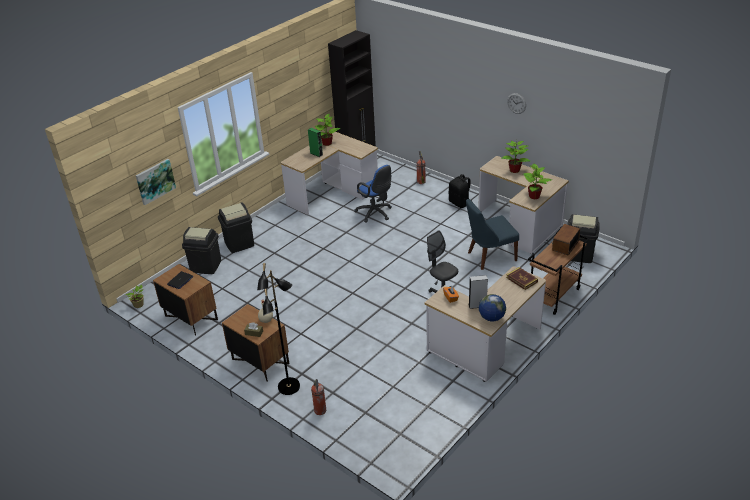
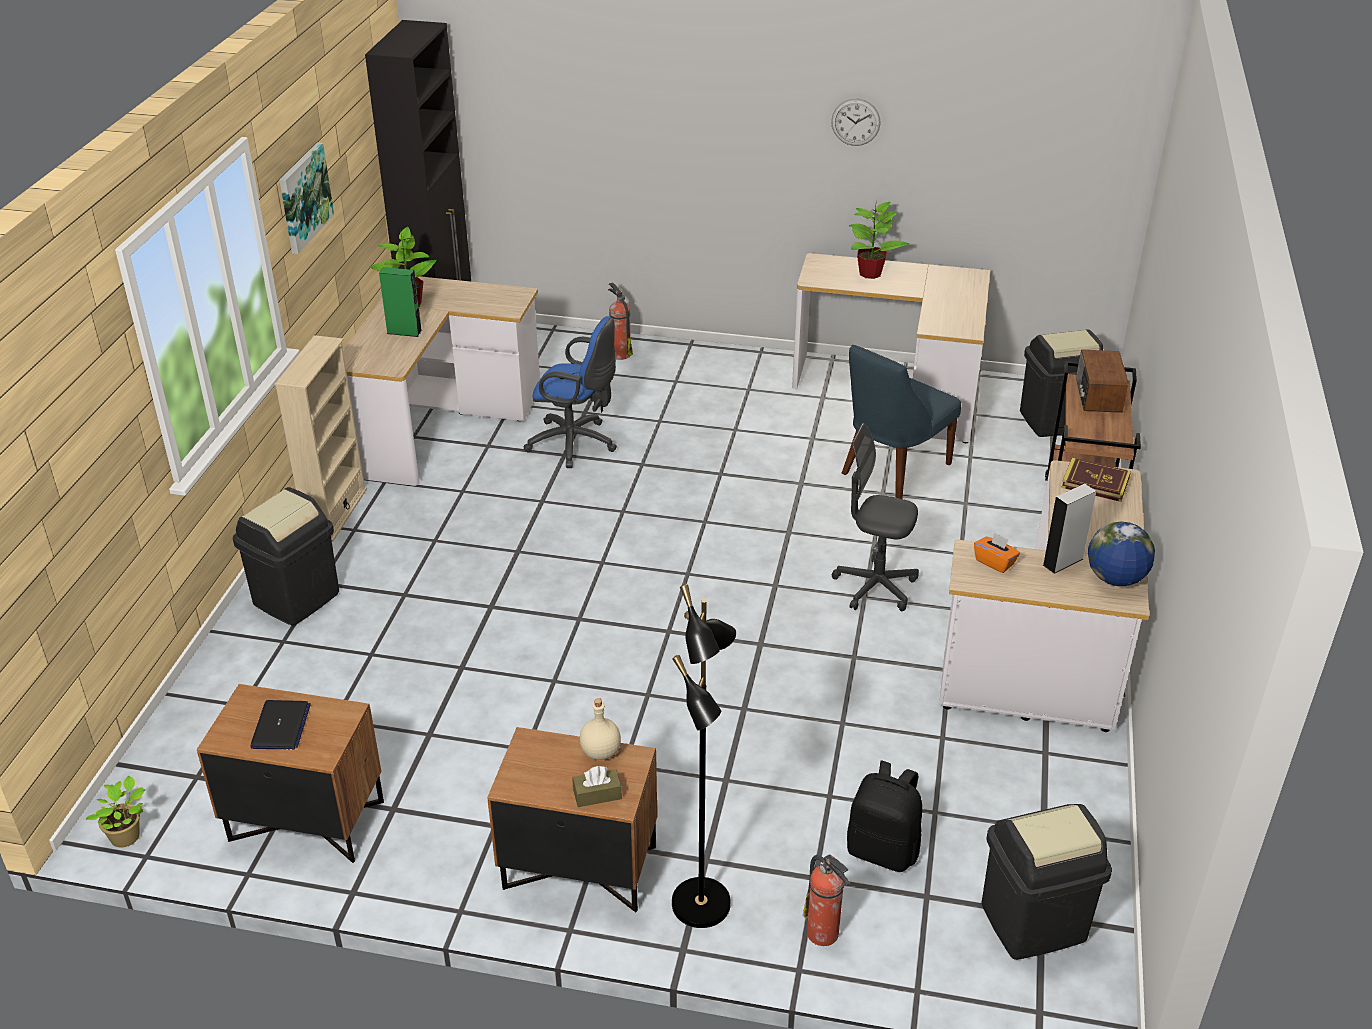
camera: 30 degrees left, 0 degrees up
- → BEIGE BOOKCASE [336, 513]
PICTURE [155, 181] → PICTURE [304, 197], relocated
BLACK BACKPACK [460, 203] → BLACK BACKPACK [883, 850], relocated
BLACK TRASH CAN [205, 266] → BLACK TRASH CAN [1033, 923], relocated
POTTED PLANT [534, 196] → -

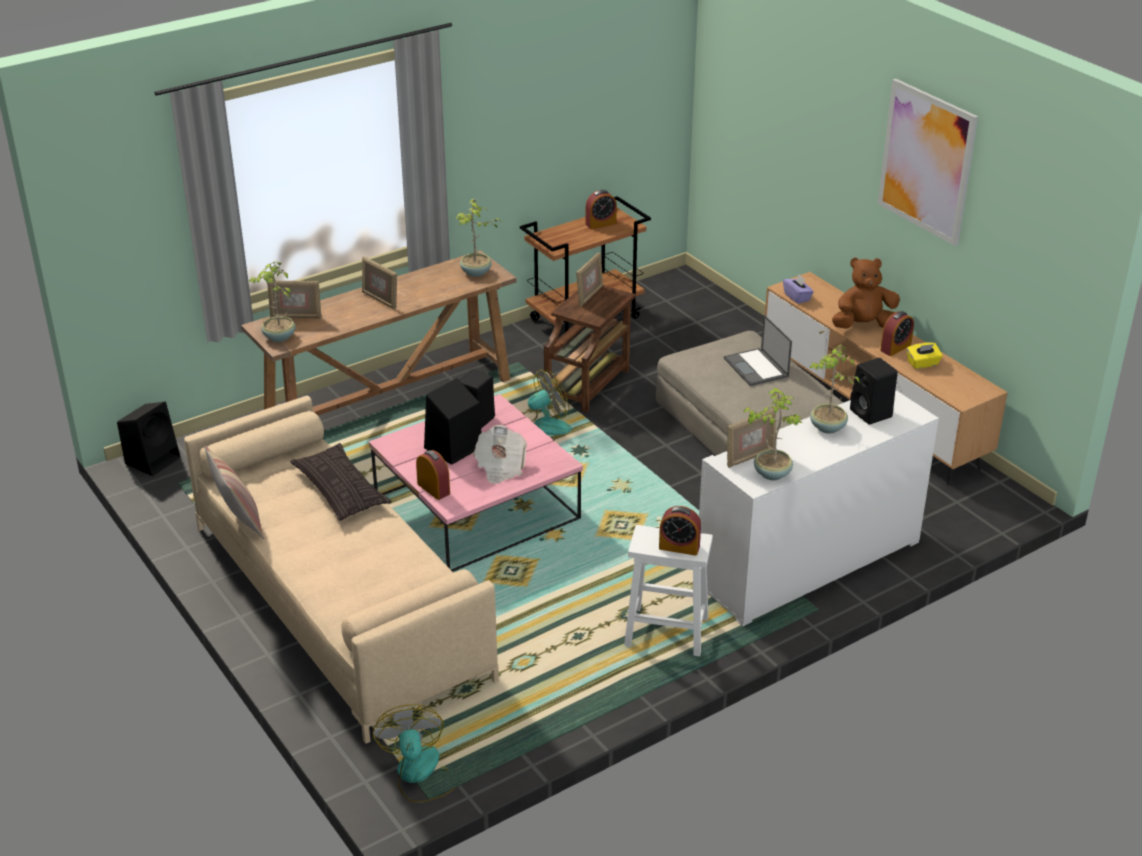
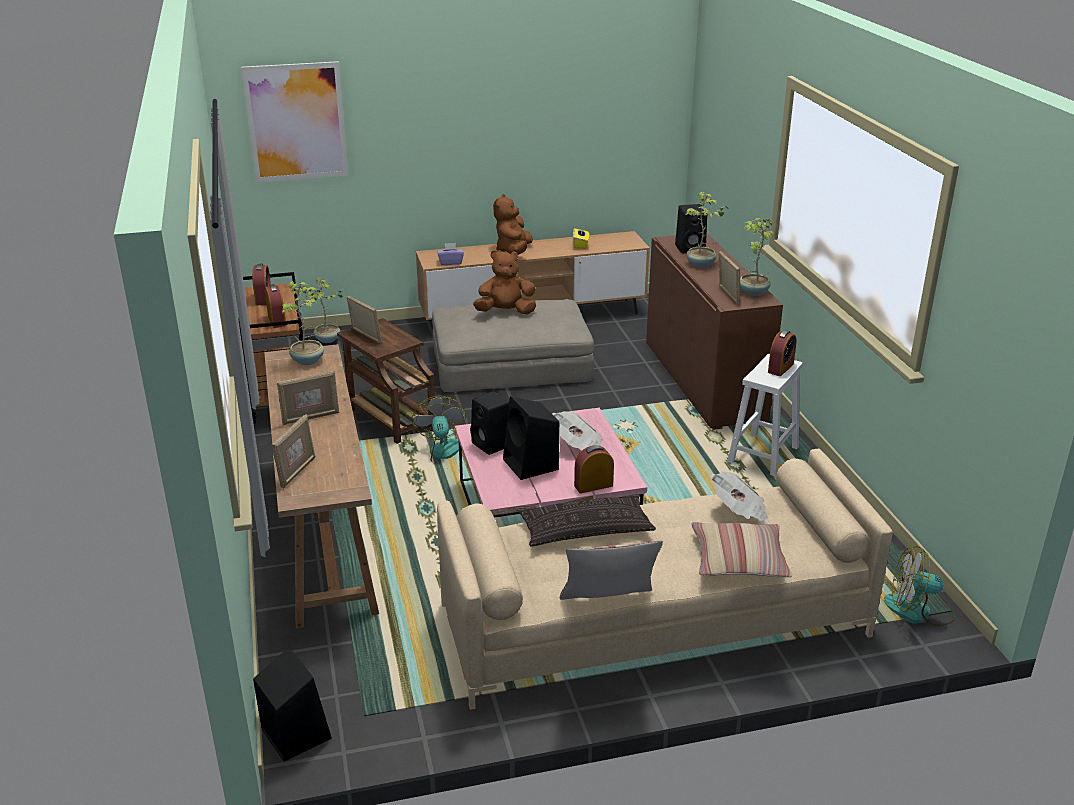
camera: 70 degrees left, 5 degrees down
PICTURE [927, 161] → PICTURE [296, 122], relocated
ALARM CLOCK [895, 348] → ALARM CLOCK [277, 321], relocated
POTTED PLANT [279, 337] → POTTED PLANT [328, 340], relocated
LAPTOP [756, 368] → BROWN PLUSH TOY [505, 312]
WHITE CABINET [808, 563] → BROWN CABINET [703, 381]
- → PILLOW [739, 560]
- → NEWSPAPER [739, 511]

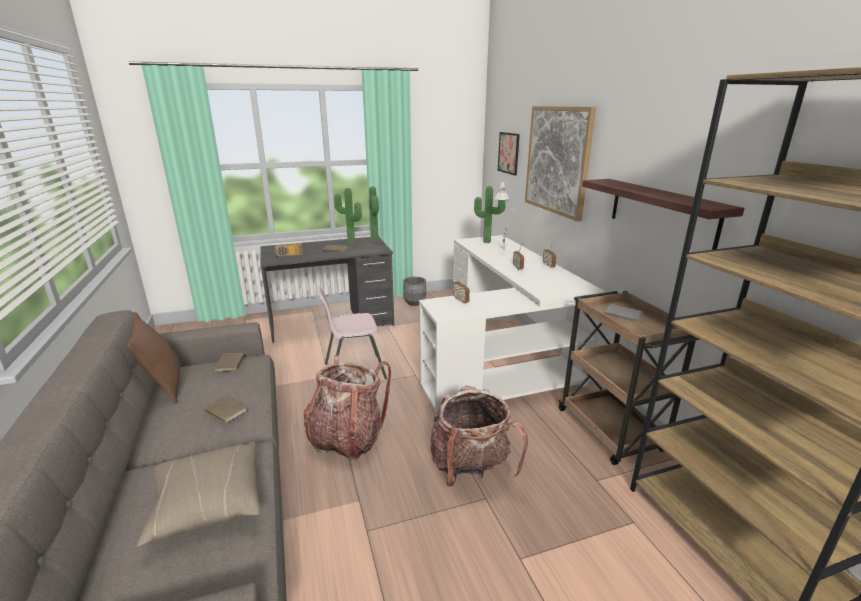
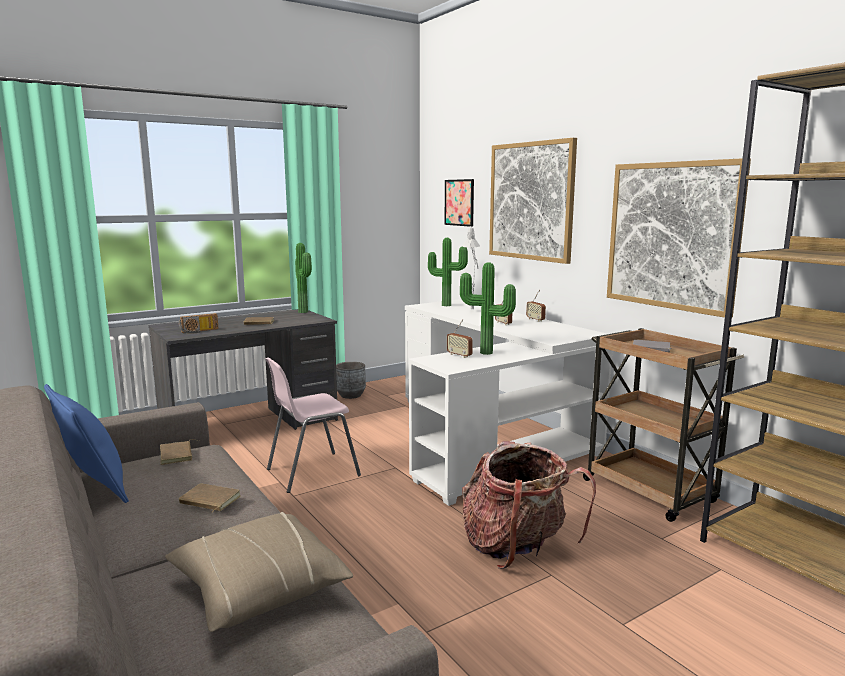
camera: 15 degrees left, 10 degrees down
BROWN PILLOW [165, 386] → BLUE PILLOW [93, 488]
POTTED PLANT [350, 243] → POTTED PLANT [486, 353], relocated
SHELF [662, 212] → PICTURE [672, 235]
BACKPACK [347, 438] → -

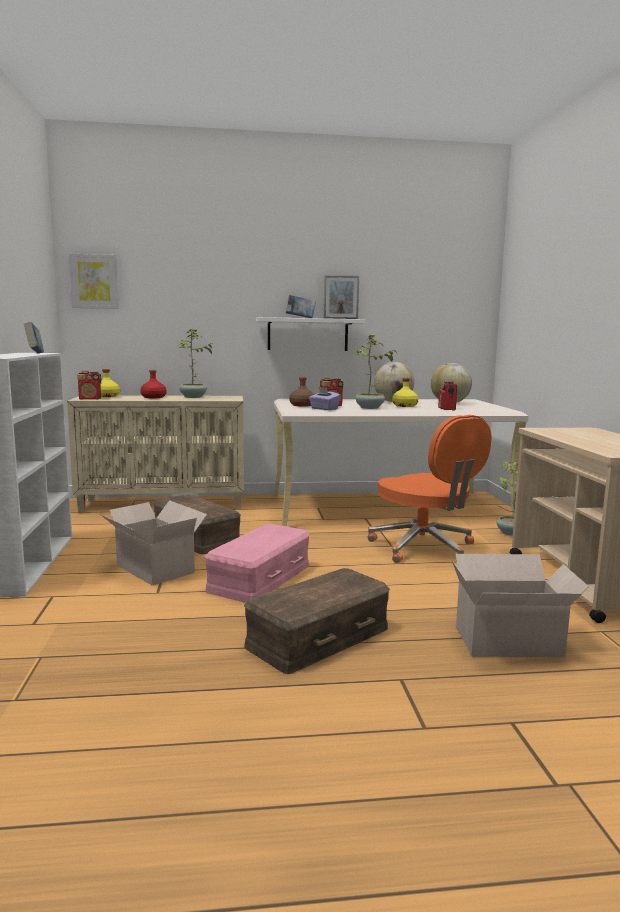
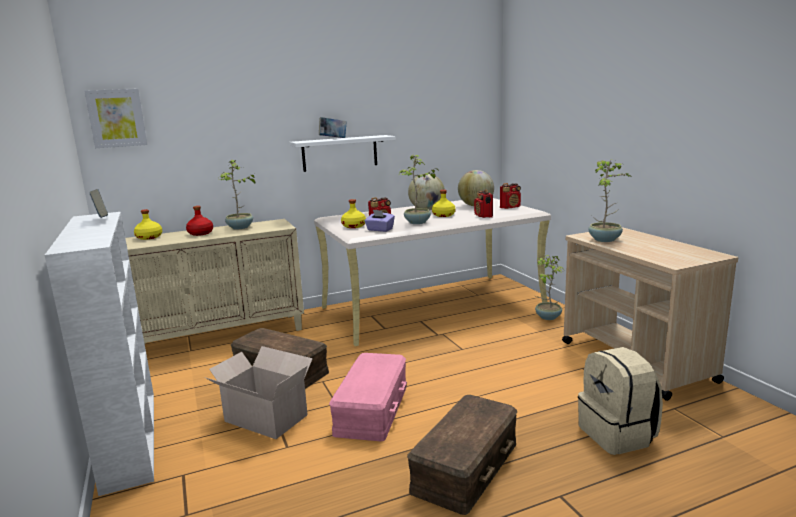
camera: 15 degrees left, 5 degrees up
BROWN BOTTLE [302, 405] → YELLOW BOTTLE [354, 226]
RADIO [90, 399] → RADIO [510, 207], relocated
CARDBOARD BOX [511, 642] → BEIGE BACKPACK [618, 435]
- → POTTED PLANT [605, 239]
PICTURE FRAME [340, 318] → -
ORANGE OFFICE CHAIR [424, 548] → -

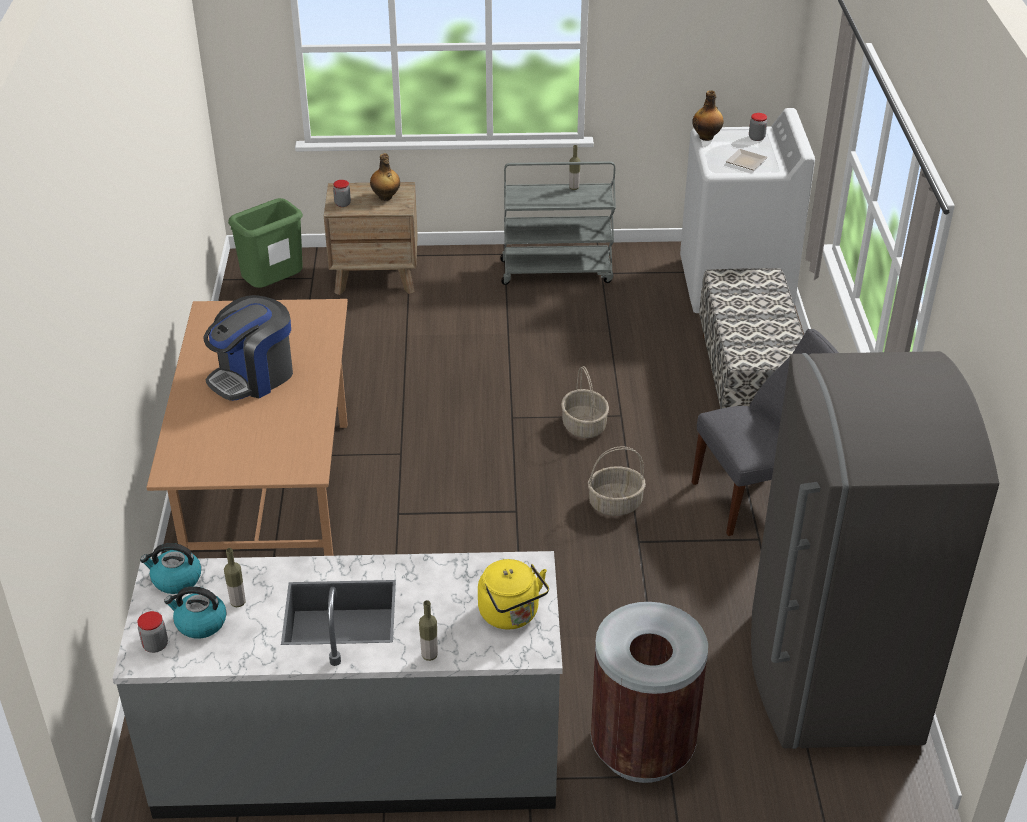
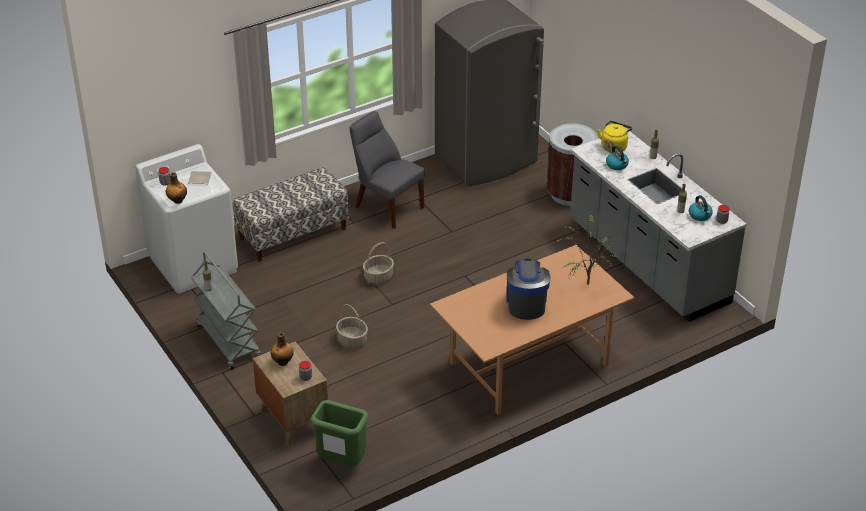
camera: 120 degrees left, 0 degrees up
BASKET [615, 503] → BASKET [352, 340], relocated
COFFEE MACHINE [253, 376] → COFFEE MACHINE [526, 303], 105 degrees counterclockwise
- → POTTED PLANT [586, 282]
KETTLE [175, 579] → KETTLE [617, 165], relocated

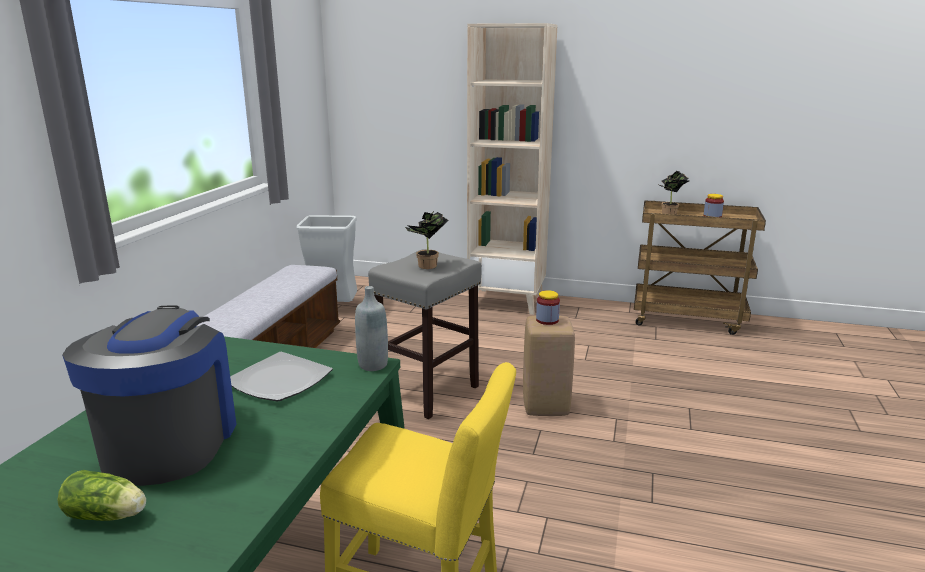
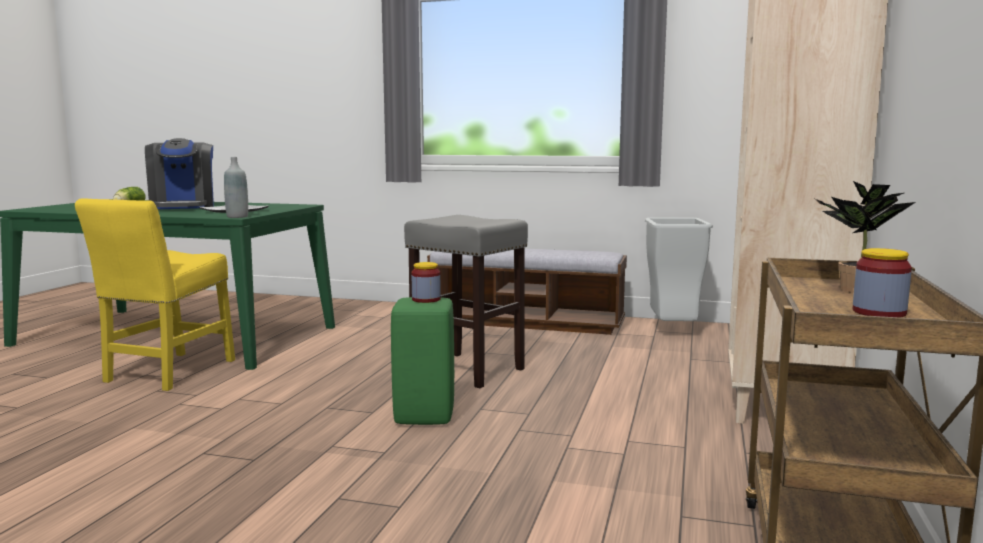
camera: 90 degrees right, 10 degrees down
COFFEE MACHINE [169, 442] → COFFEE MACHINE [183, 207], 75 degrees clockwise
BEIGE STOOL [546, 406] → GREEN STOOL [425, 417]
POTTED PLANT [427, 267] → -

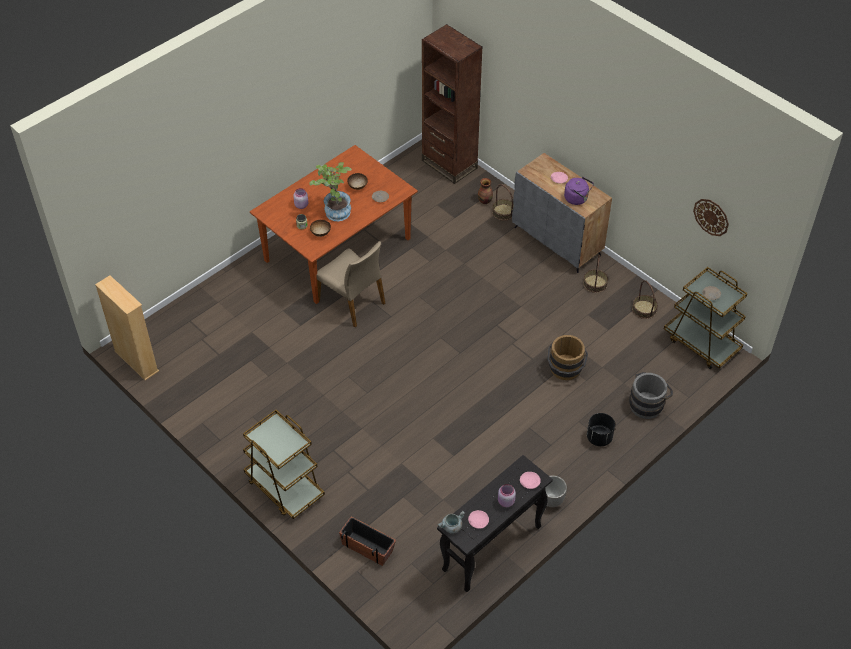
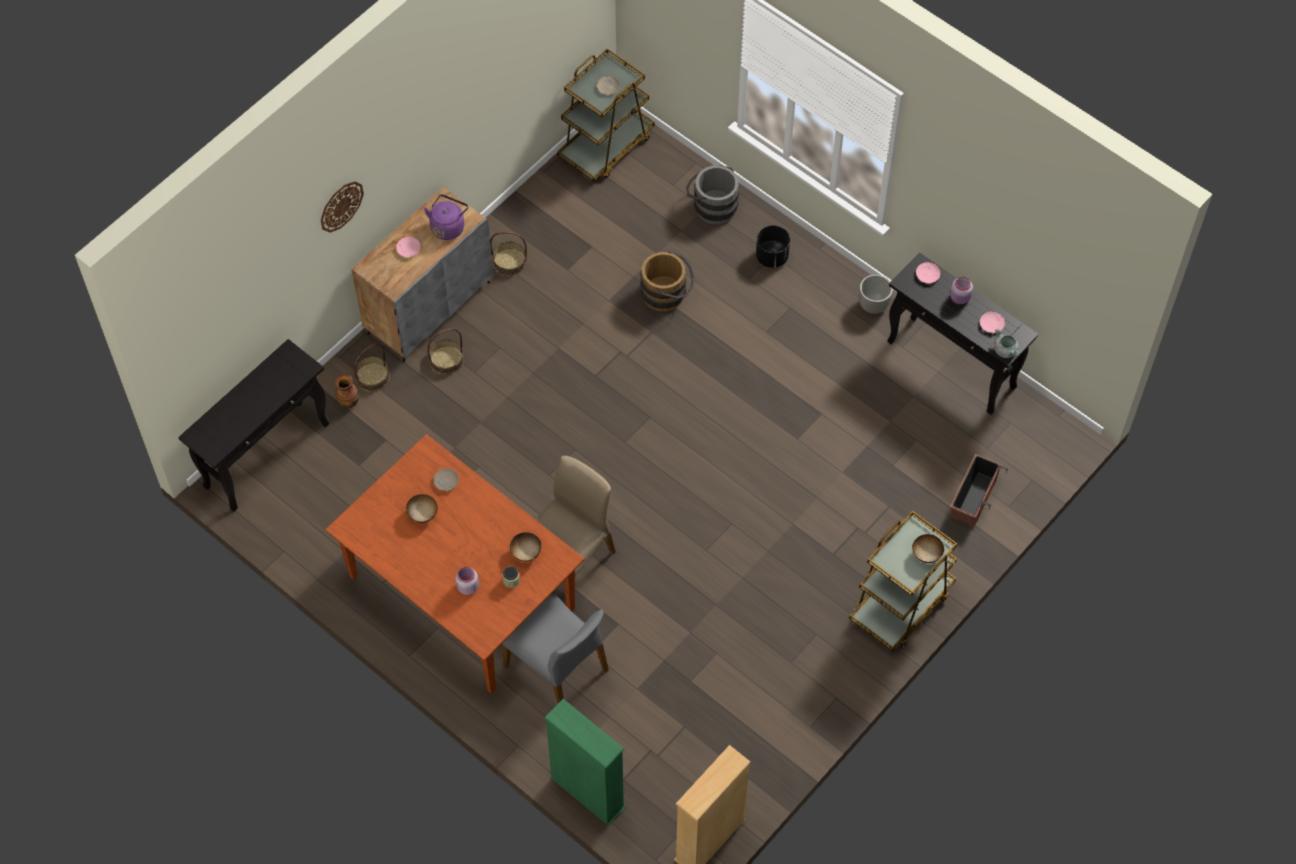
camera: 95 degrees left, 10 degrees up
BROWN BOOKCASE [449, 164] → BLACK CONSOLE TABLE [267, 454]
WALL CLOCK [711, 217] → WALL CLOCK [341, 206], relocated
BASKET [644, 309] → BASKET [446, 360], relocated
- → GREY CHAIR [558, 668]
- → GREEN BOOKCASE [587, 792]
- → BOWL [927, 554]
POTTED PLANT [334, 211] → -

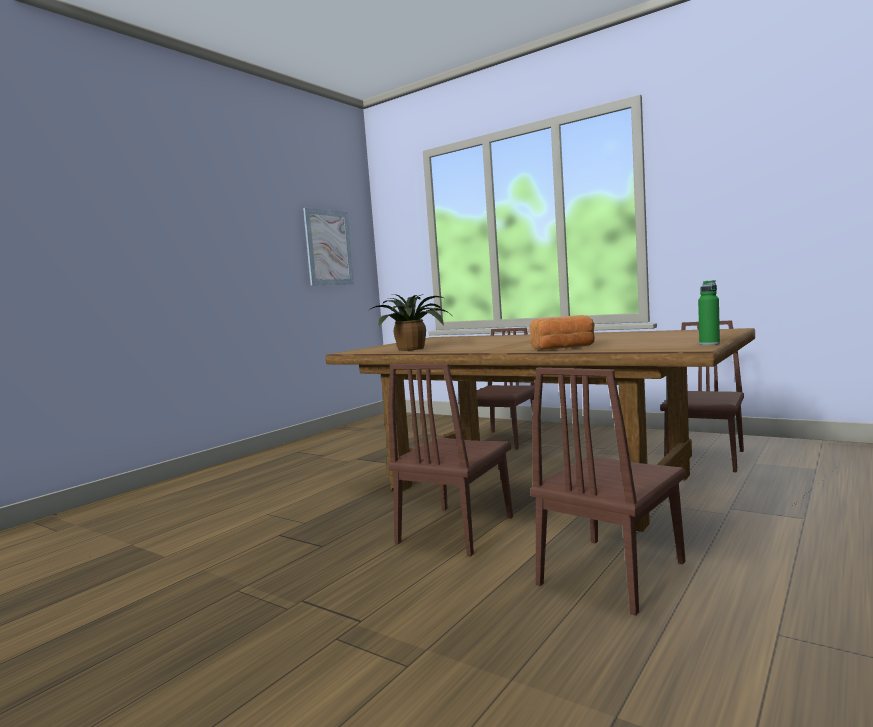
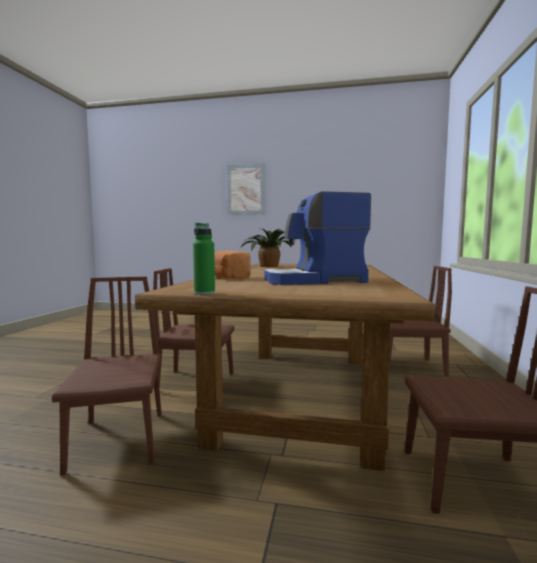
camera: 65 degrees right, 0 degrees up
BROWN CHAIR [612, 573] → BROWN CHAIR [118, 440], 60 degrees clockwise
PICTURE [328, 247] → PICTURE [246, 189], relocated
- → COFFEE MACHINE [315, 281]

